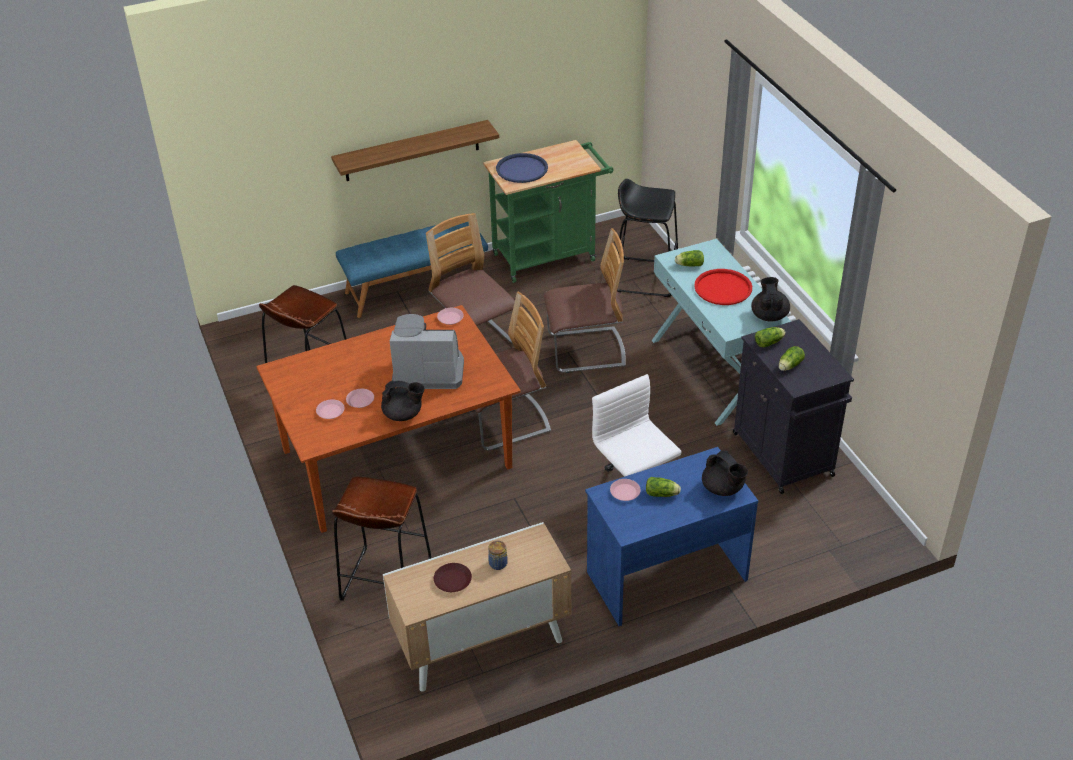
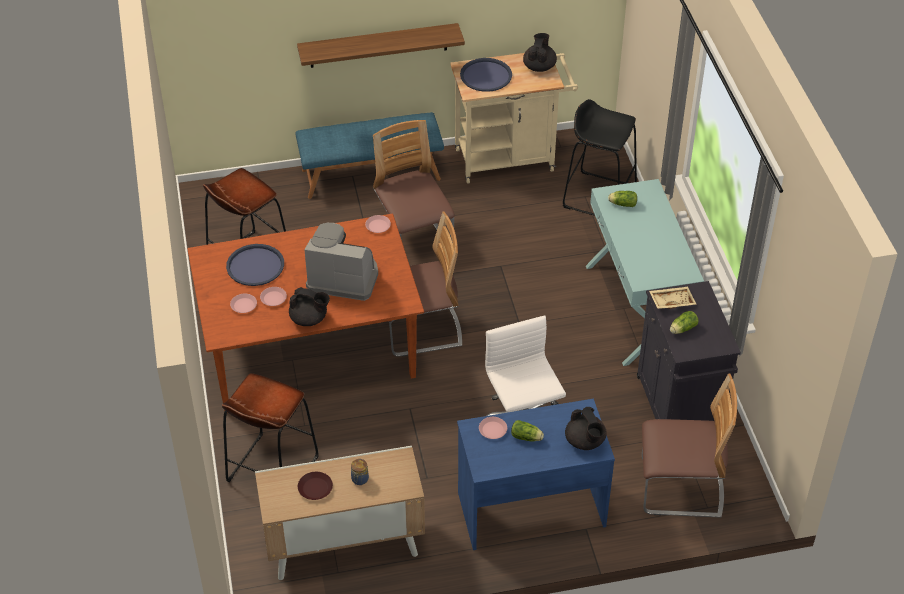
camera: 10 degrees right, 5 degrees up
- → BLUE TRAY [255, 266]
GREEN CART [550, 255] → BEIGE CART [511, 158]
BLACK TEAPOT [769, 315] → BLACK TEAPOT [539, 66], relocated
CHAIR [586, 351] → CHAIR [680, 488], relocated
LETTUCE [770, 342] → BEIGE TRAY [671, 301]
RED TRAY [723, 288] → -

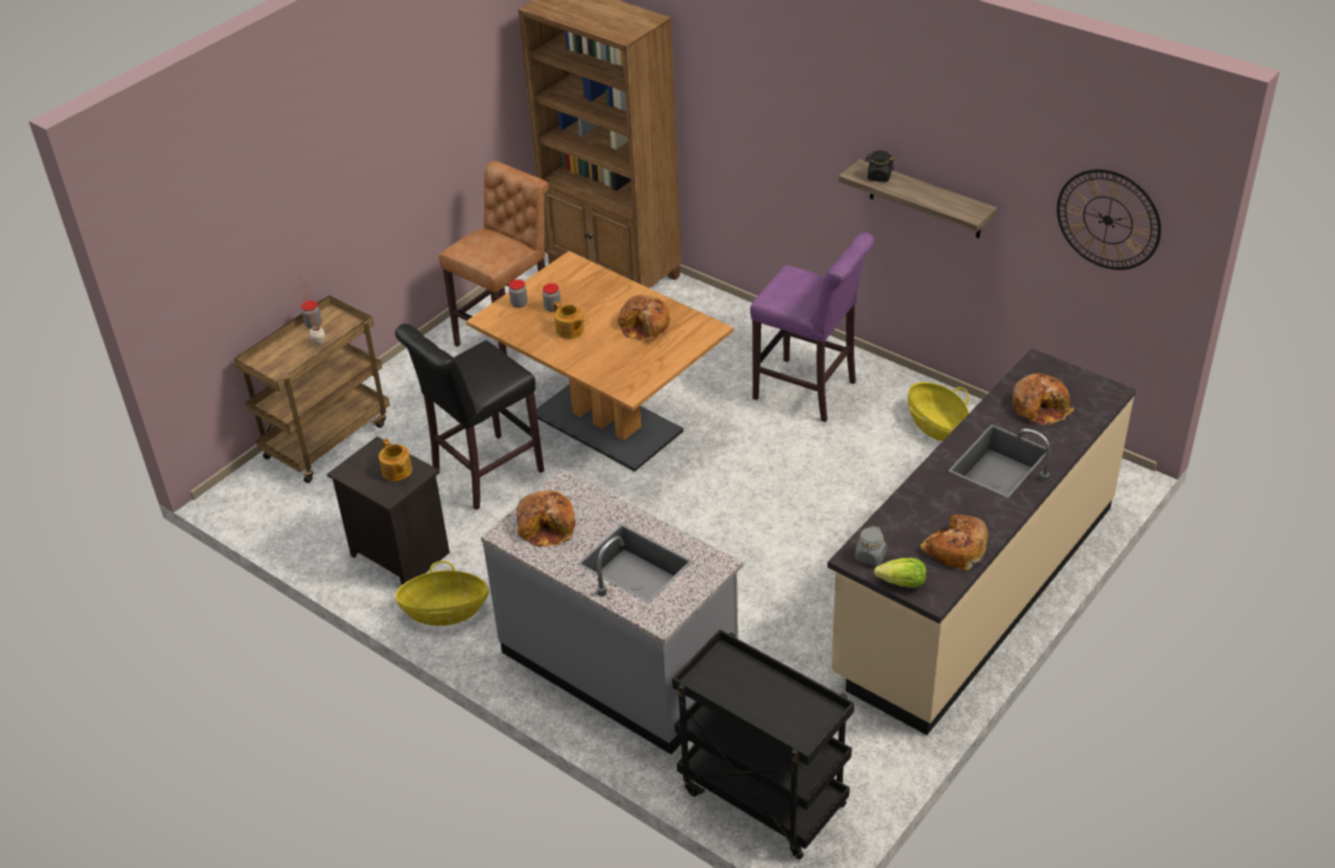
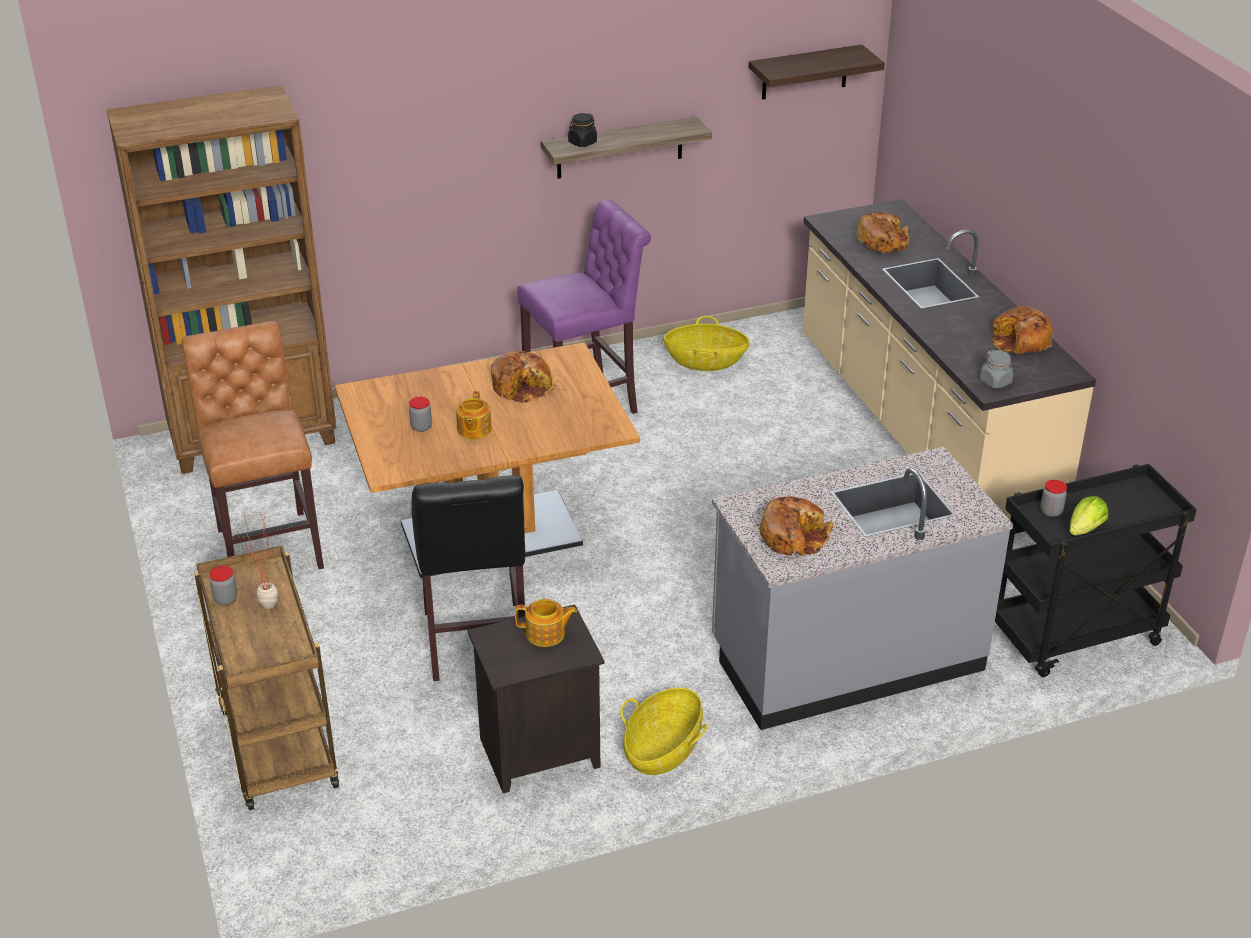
camera: 60 degrees left, 5 degrees down
TEAPOT [570, 330] → TEAPOT [473, 430], 105 degrees clockwise
WALL CLOCK [1108, 220] → SHELF [804, 72]
JAR [519, 304] → JAR [1051, 511], relocated
LETTUCE [902, 583] → LETTUCE [1085, 529], relocated

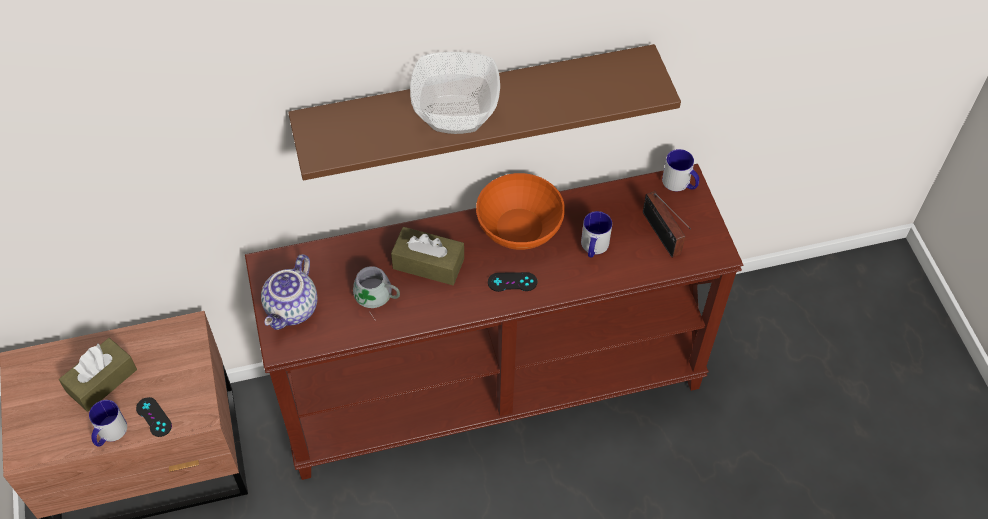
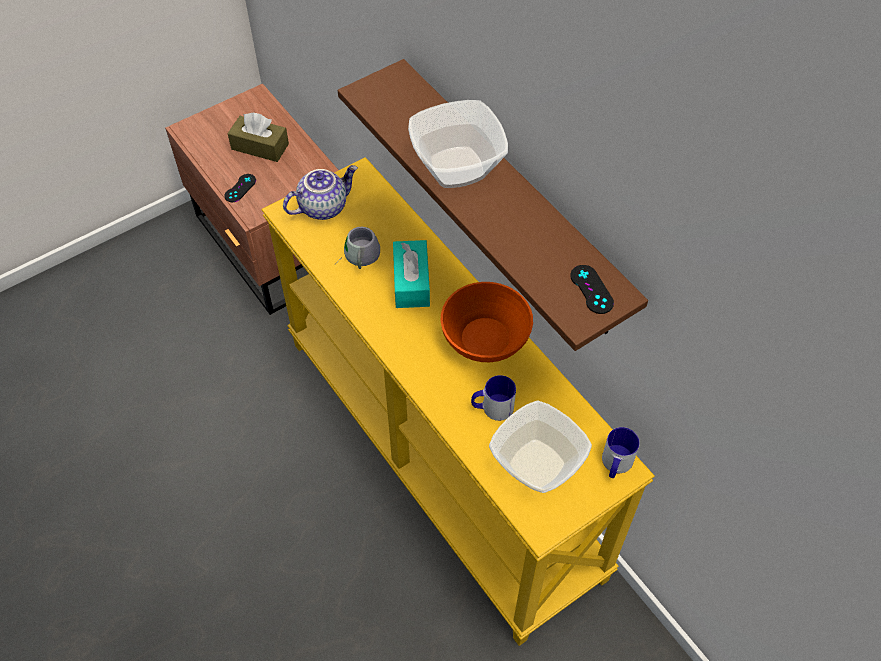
camera: 70 degrees right, 0 degrees up
BROWN CONSOLE TABLE [492, 383] → YELLOW CONSOLE TABLE [443, 454]
TEAPOT [293, 309] → TEAPOT [323, 206], 150 degrees clockwise
BROWN TISSUE BOX [428, 264] → TURQUOISE TISSUE BOX [411, 282]
RADIO [662, 236] → BOWL [536, 466]
BLACK GAME CONTROLLER [512, 282] → BLACK GAME CONTROLLER [591, 289], relocated
MUG [109, 433] → -

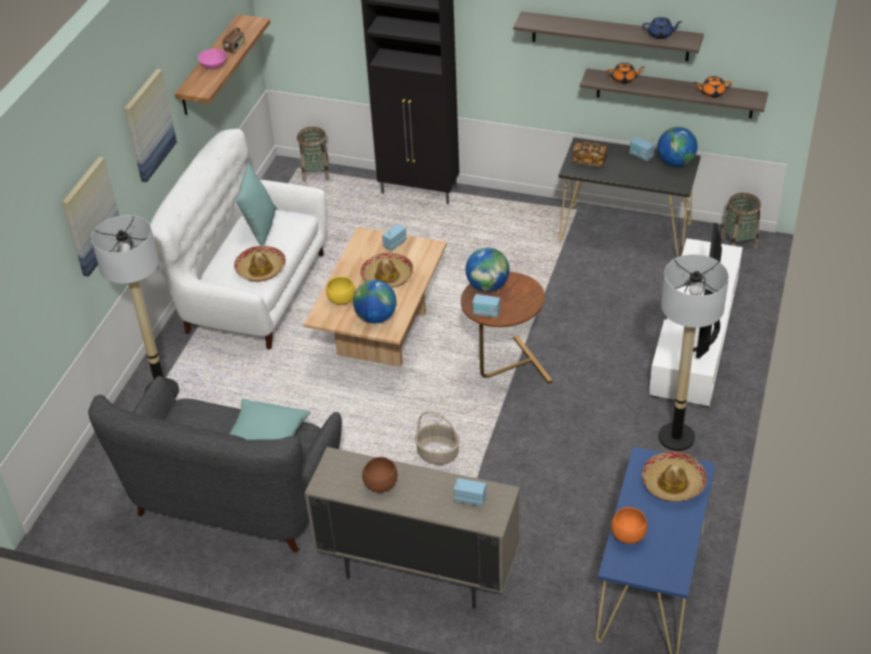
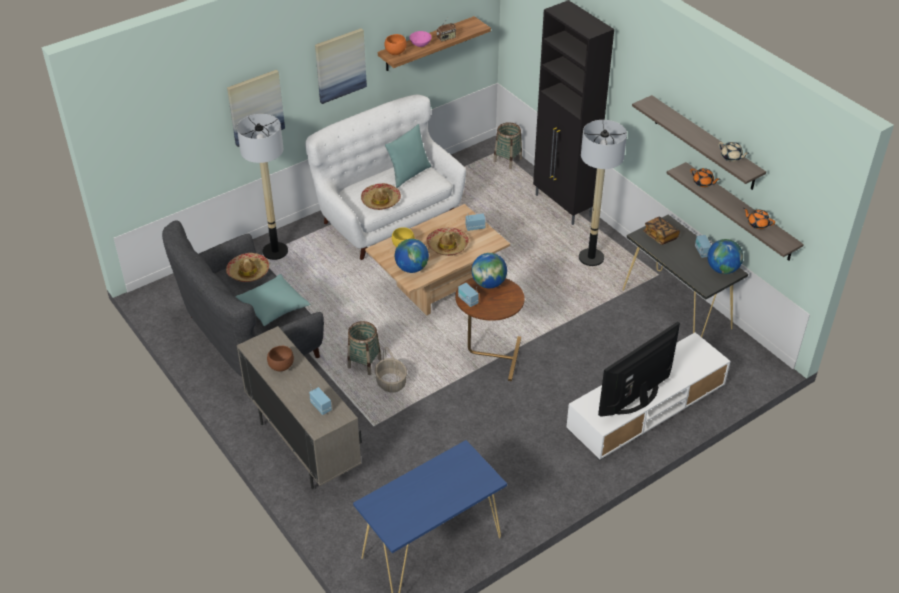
camera: 35 degrees right, 0 degrees up
HAT [673, 483] → HAT [248, 272], relocated
BASKET [738, 242] → BASKET [364, 363], relocated
ORANGE BOWL [627, 536] → ORANGE BOWL [395, 52], relocated
FLOOR LAMP [676, 437] → FLOOR LAMP [591, 258], relocated
BLUE TEAPOT [660, 35] → BEIGE TEAPOT [731, 157]

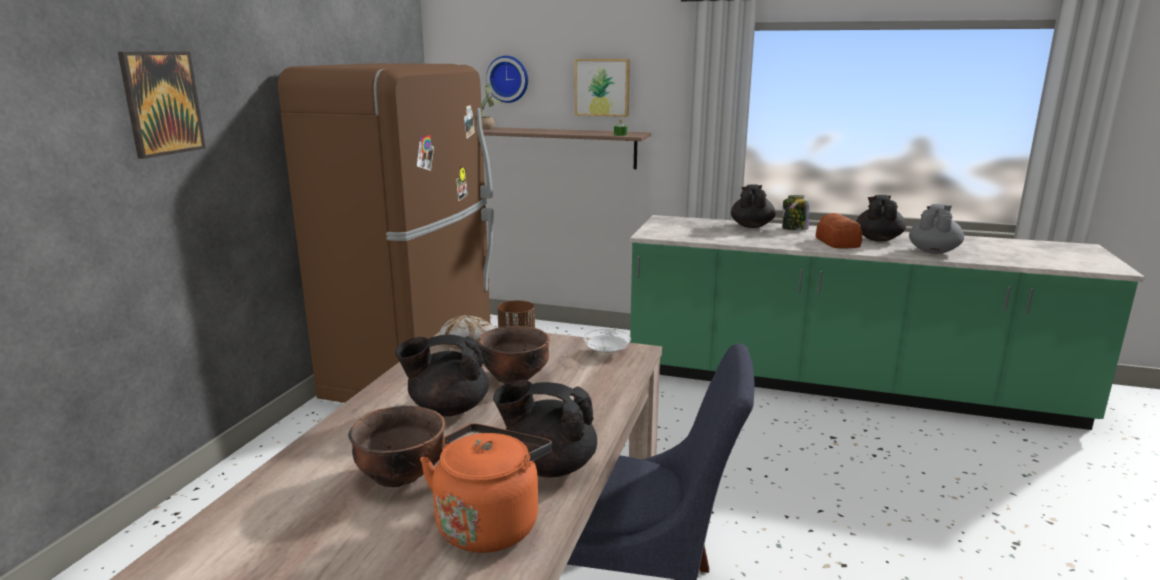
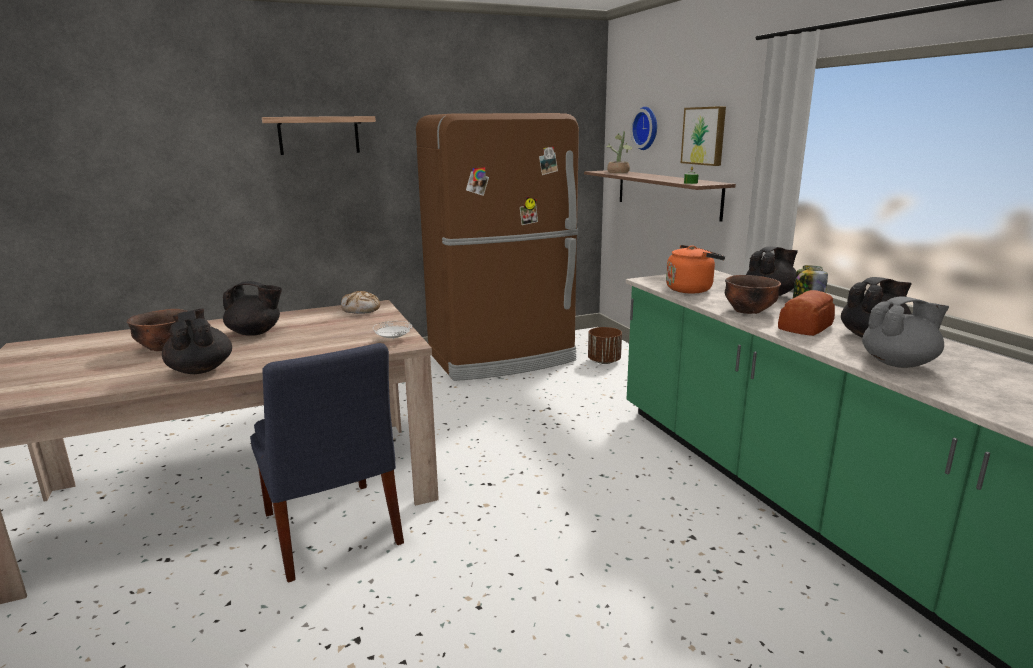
camera: 50 degrees right, 0 degrees up
BLACK TEAPOT [447, 409] → BLACK TEAPOT [255, 333], 135 degrees clockwise
PICTURE [162, 103] → SHELF [319, 135]
ORANGE KETTLE [490, 523] → ORANGE KETTLE [691, 289], relocated
BROWN BOWL [514, 377] → BROWN BOWL [748, 311], relocated

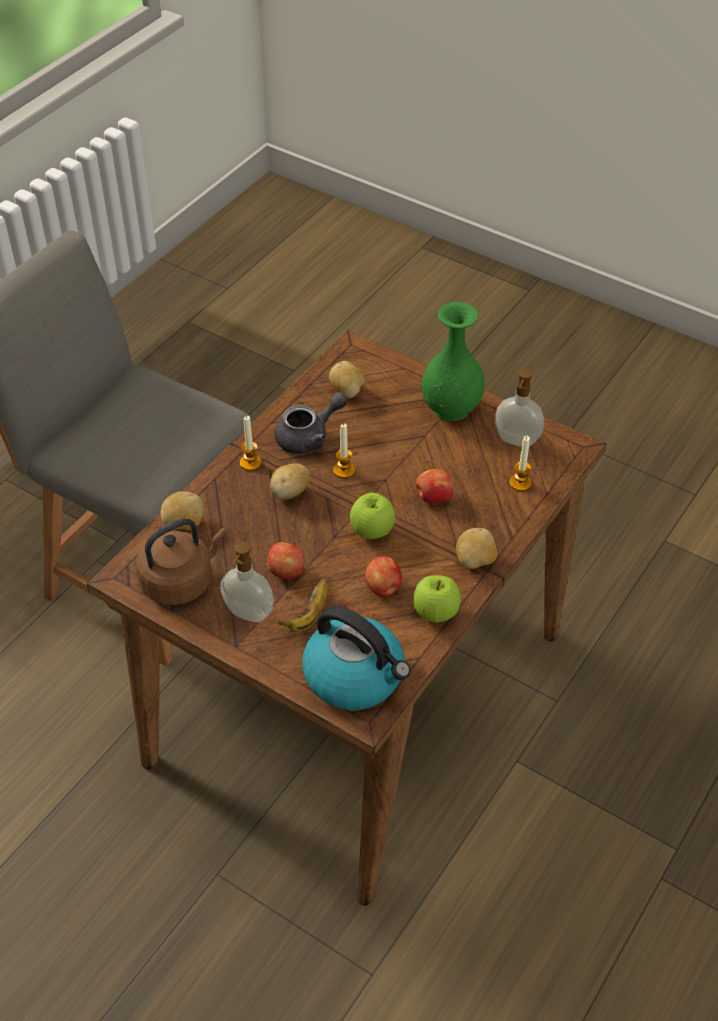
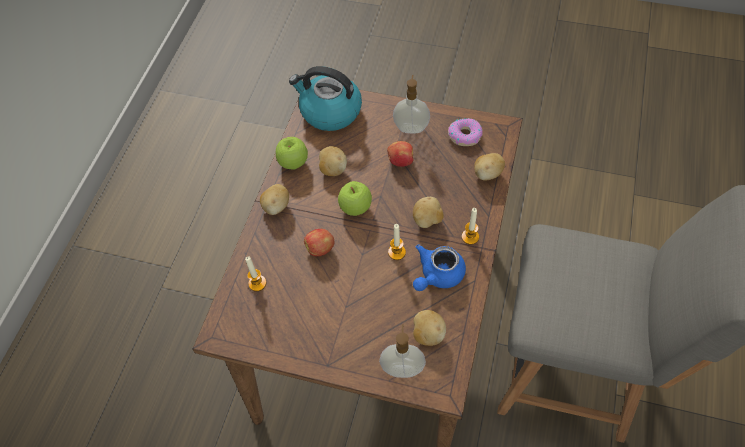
camera: 165 degrees right, 10 degrees up
APPLE [383, 588] → POTATO [333, 169]
SOAP DISPENSER [516, 441] → SOAP DISPENSER [402, 368], relocated
GREY TEAPOT [309, 437] → BLUE TEAPOT [437, 275]
BROWN KETTLE [181, 581] → DONUT [465, 135]
BANANA [309, 616] → -
GREEN VASE [452, 408] → -

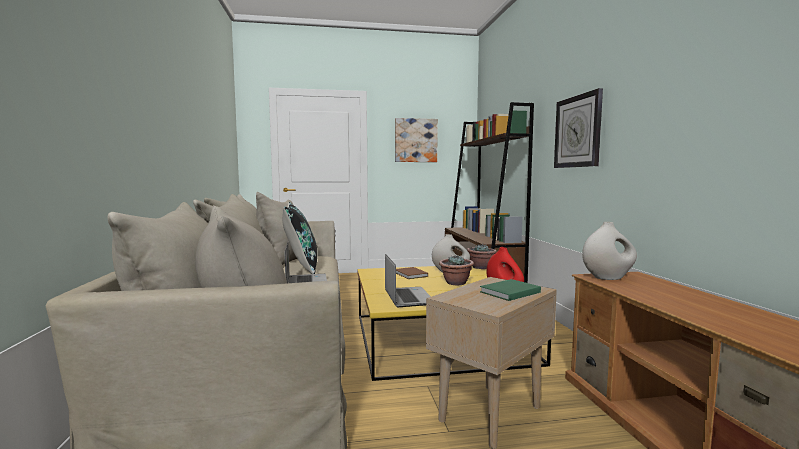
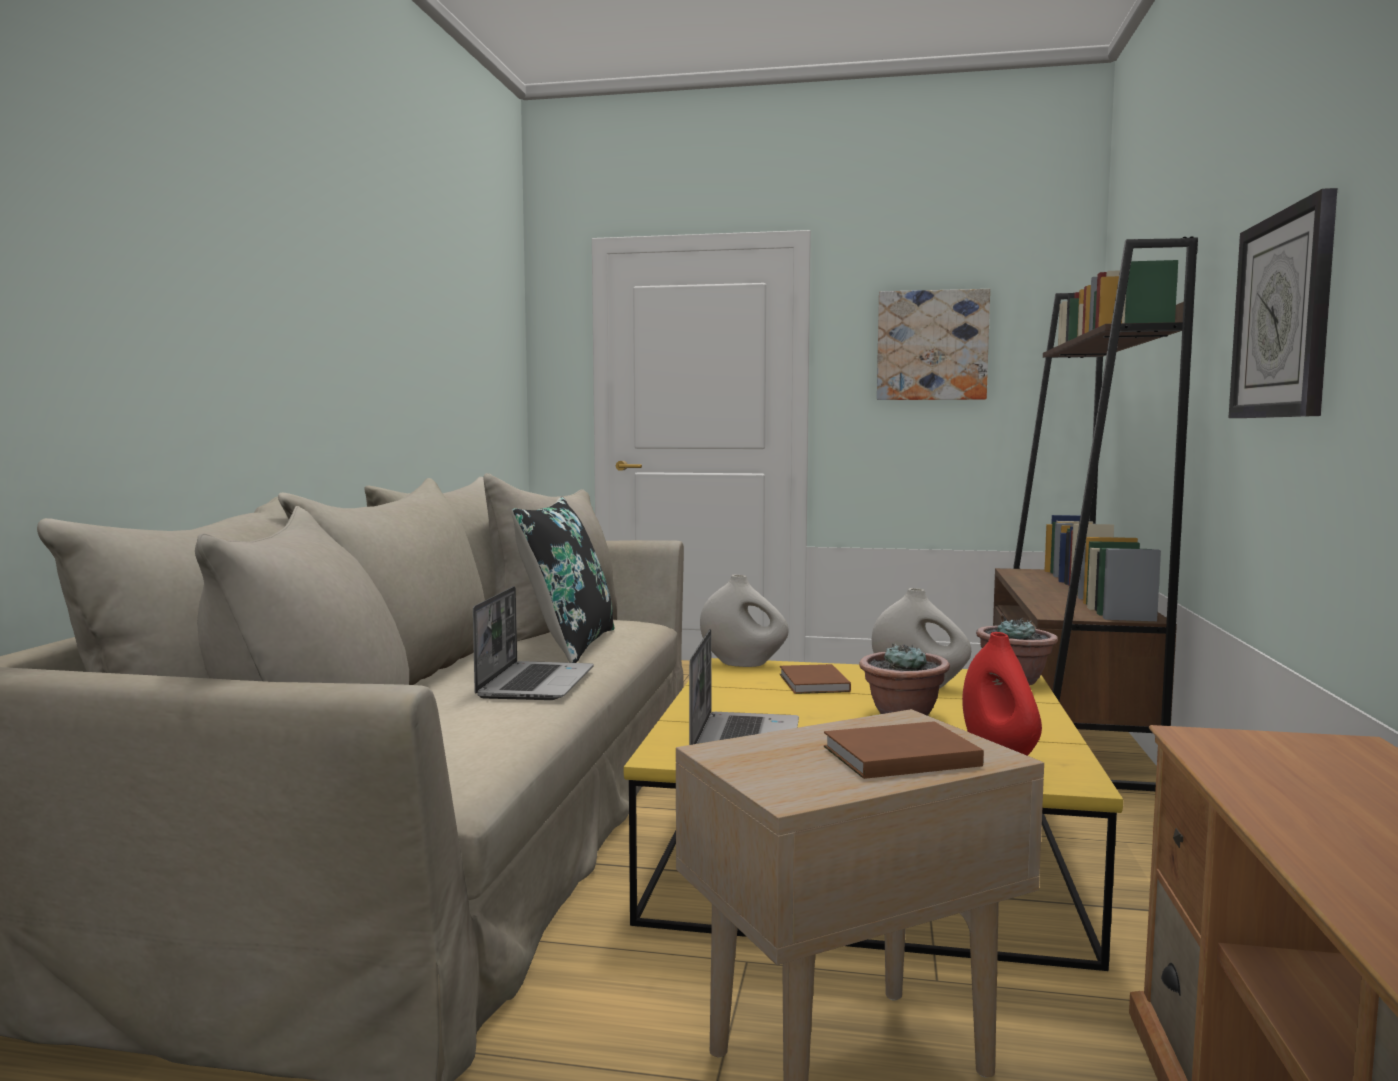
camera: 20 degrees right, 0 degrees up
WHITE VASE [608, 278] → WHITE VASE [743, 663], relocated
GREEN BOOK [508, 292] → BROWN BOOK [896, 756]

